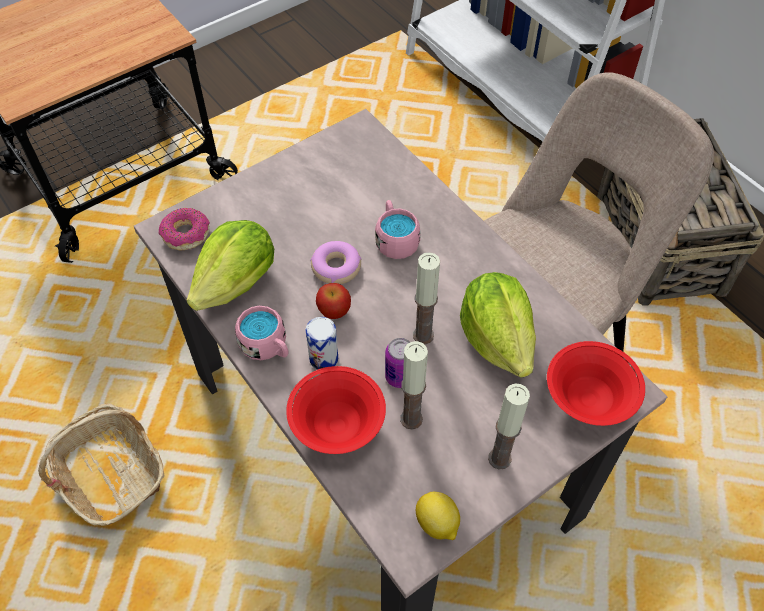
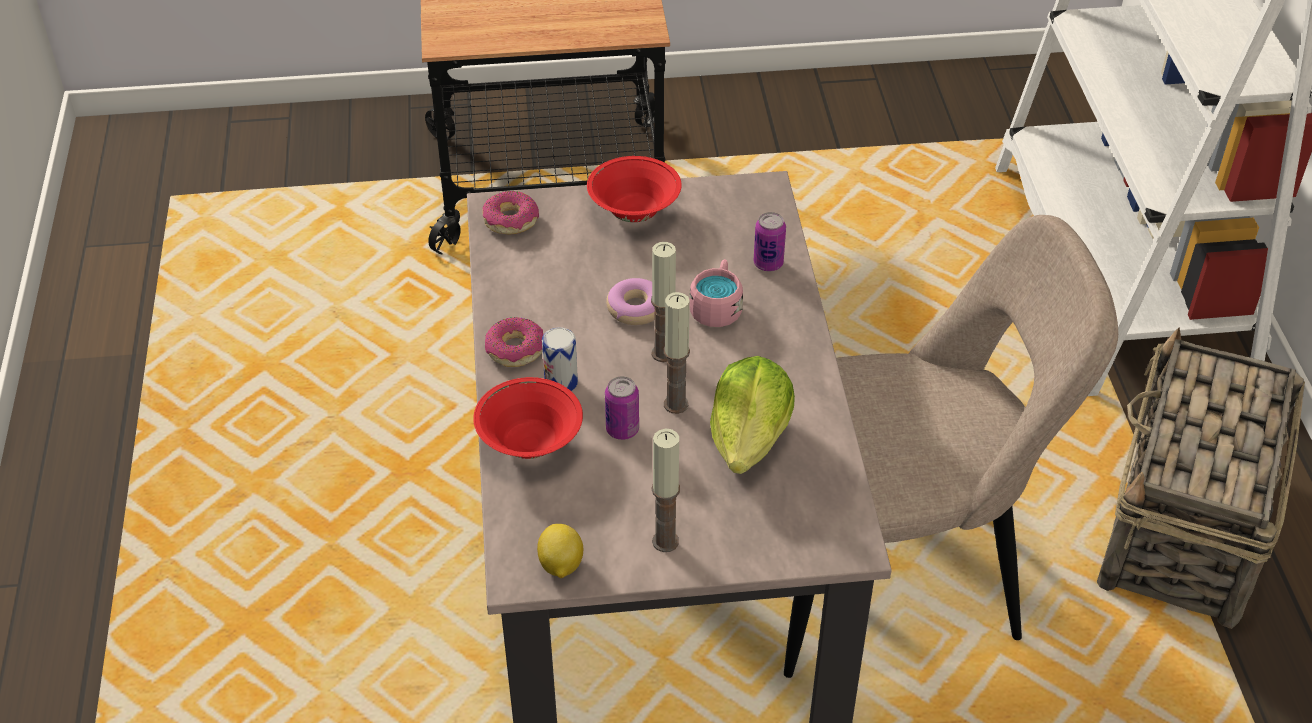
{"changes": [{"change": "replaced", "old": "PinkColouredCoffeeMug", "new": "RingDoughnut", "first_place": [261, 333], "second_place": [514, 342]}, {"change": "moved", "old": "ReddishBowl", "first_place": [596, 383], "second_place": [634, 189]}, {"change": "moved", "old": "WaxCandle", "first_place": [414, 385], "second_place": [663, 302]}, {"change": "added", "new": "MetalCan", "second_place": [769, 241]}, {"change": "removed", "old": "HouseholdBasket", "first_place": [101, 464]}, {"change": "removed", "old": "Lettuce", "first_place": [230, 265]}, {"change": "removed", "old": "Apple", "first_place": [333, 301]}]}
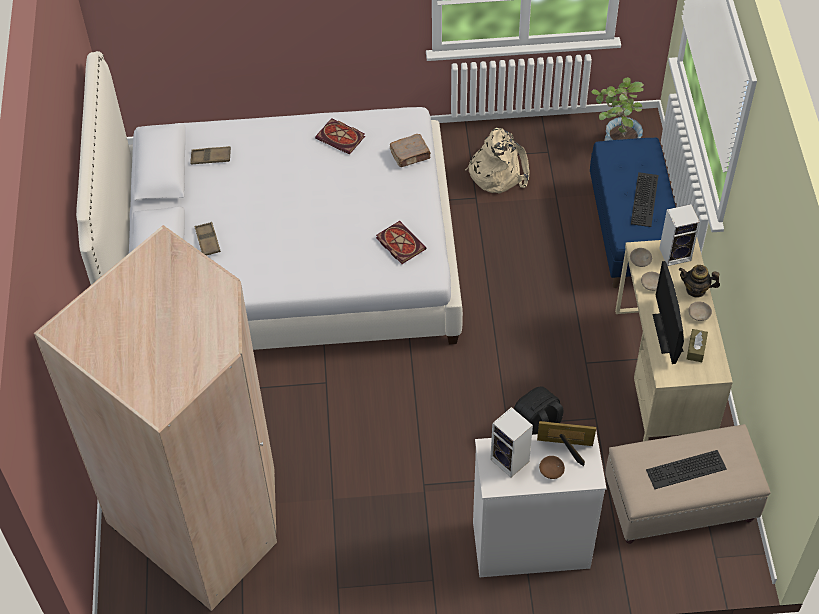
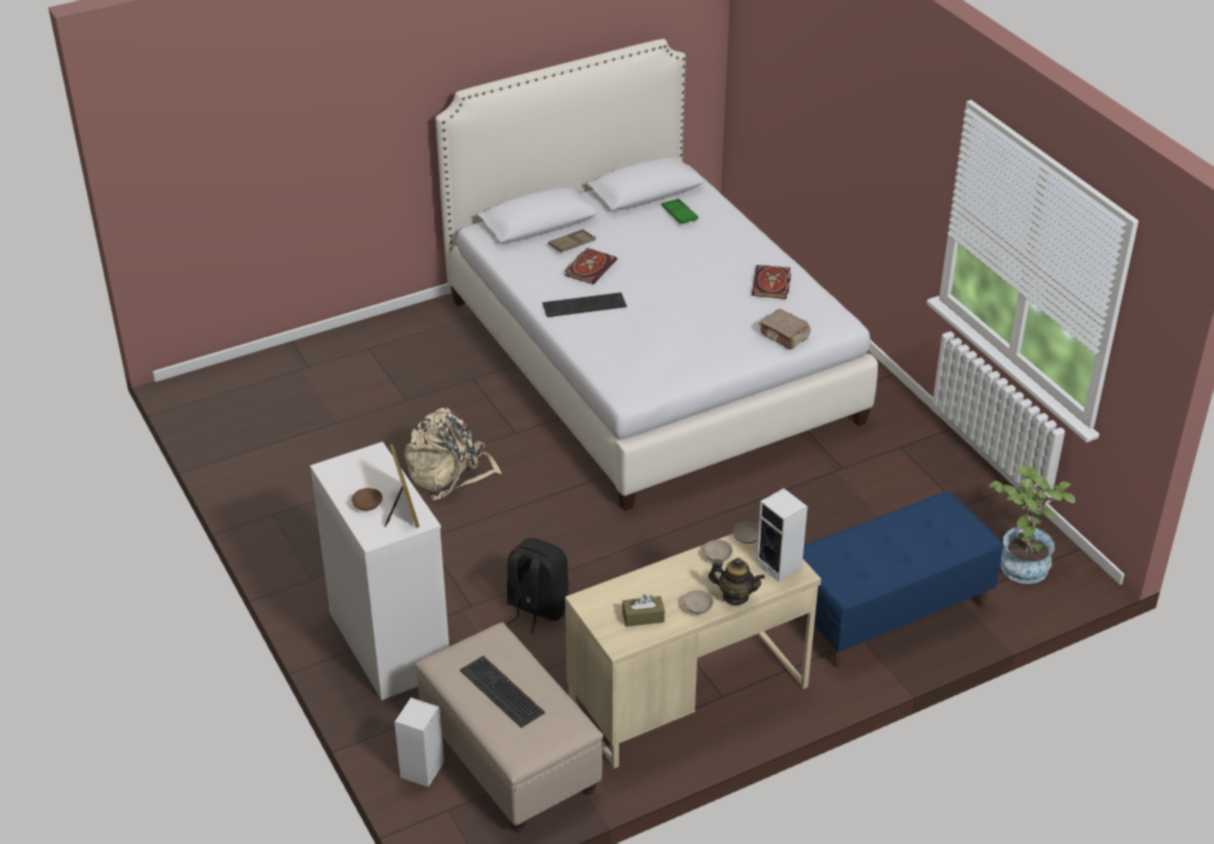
{"changes": [{"change": "moved", "old": "Loudspeaker", "first_place": [511, 442], "second_place": [419, 742]}, {"change": "moved", "old": "BeigeKnapsack", "first_place": [497, 160], "second_place": [453, 454]}, {"change": "moved", "old": "PcKeyboard", "first_place": [644, 199], "second_place": [584, 304]}, {"change": "moved", "old": "BoundBook", "first_place": [401, 242], "second_place": [590, 266]}, {"change": "recoloured", "old": "BrownServingTray", "new": "GreenishServingTray", "first_place": [210, 155], "second_place": [679, 211]}, {"change": "turned", "old": "TeaPot", "first_place": [699, 281], "second_place": [736, 581], "degrees": 120}, {"change": "removed", "old": "BeigeArmoire", "first_place": [155, 418]}, {"change": "removed", "old": "Monitor", "first_place": [668, 312]}]}
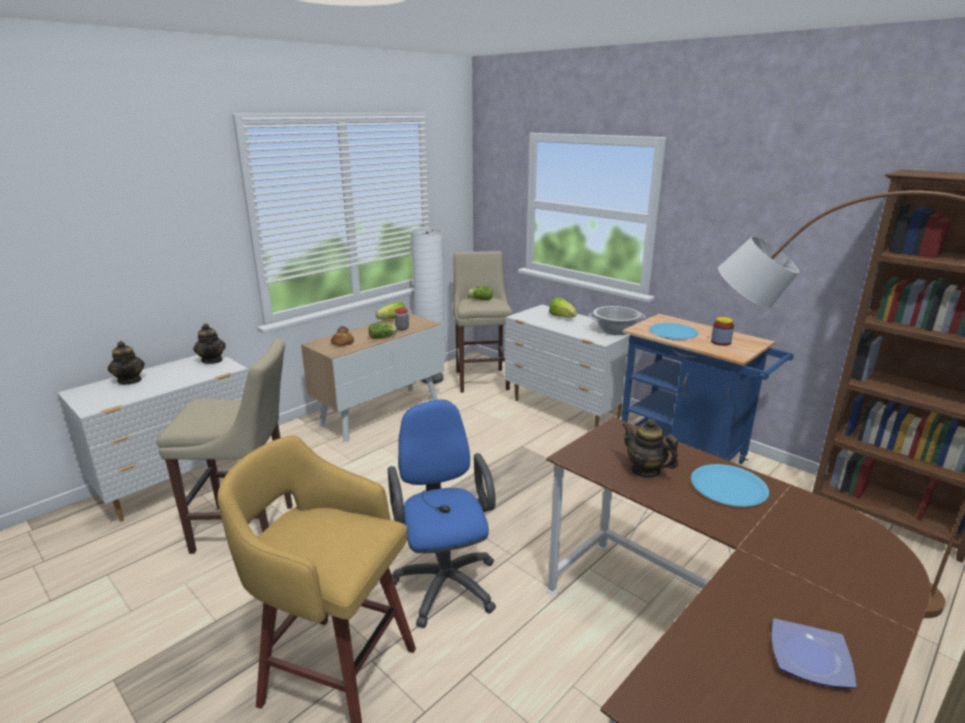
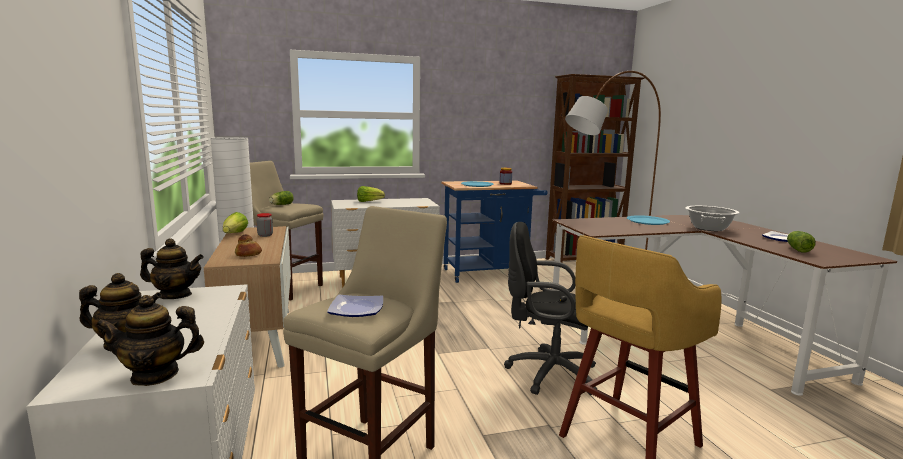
{"changes": [{"change": "moved", "old": "TeaPot", "first_place": [651, 449], "second_place": [149, 340]}, {"change": "added", "new": "FlatDish", "second_place": [355, 306]}, {"change": "recoloured", "old": "BlueColouredComputerChair", "new": "BlackishComputerChair", "first_place": [442, 514], "second_place": [550, 308]}, {"change": "moved", "old": "Stockpot", "first_place": [617, 320], "second_place": [712, 218]}, {"change": "moved", "old": "Lettuce", "first_place": [383, 331], "second_place": [801, 242]}]}
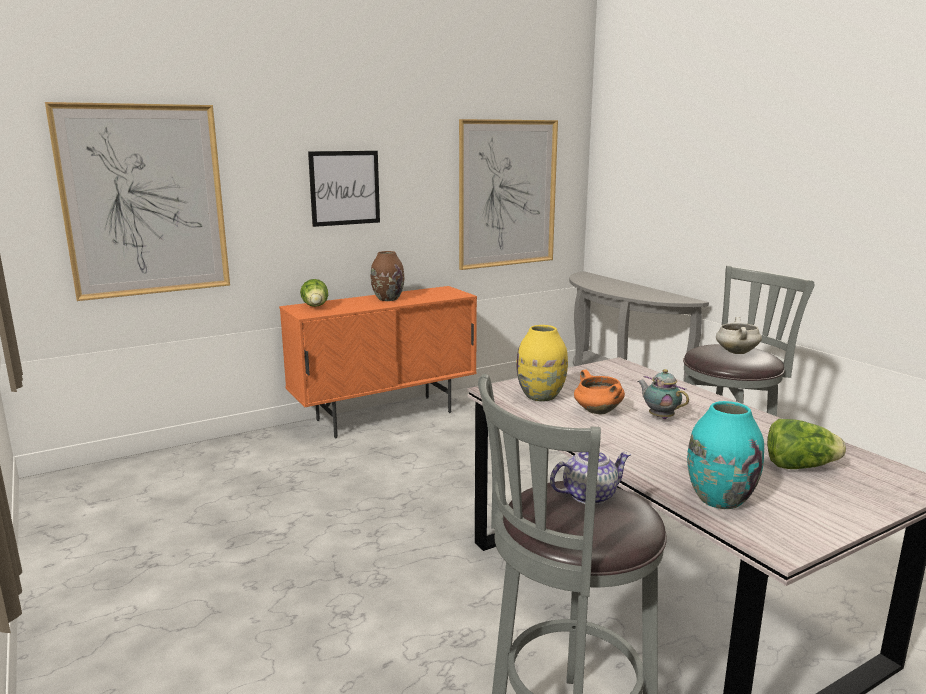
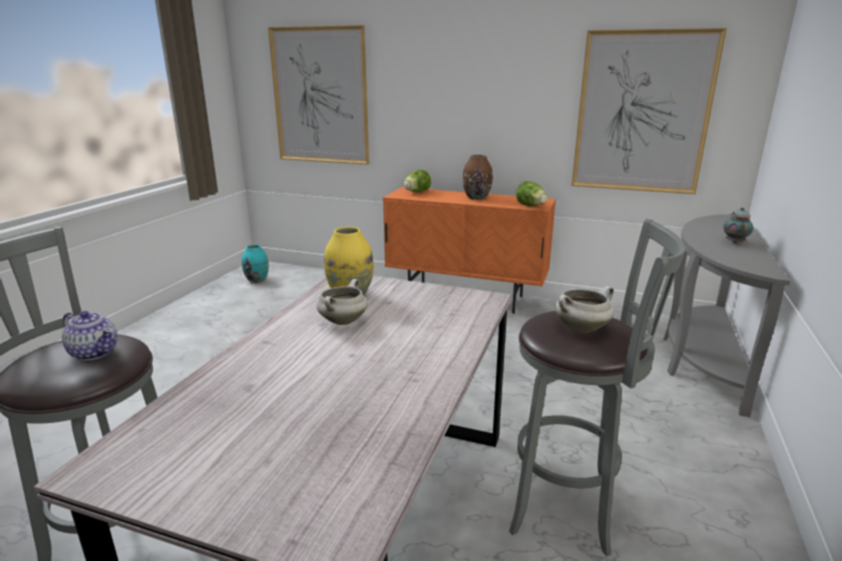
{"changes": [{"change": "moved", "old": "BlueGreenFlowerVase", "first_place": [725, 455], "second_place": [255, 264]}, {"change": "recoloured", "old": "OrangeyStockpot", "new": "WhitishStockpot", "first_place": [599, 392], "second_place": [342, 302]}, {"change": "moved", "old": "Lettuce", "first_place": [806, 444], "second_place": [531, 193]}, {"change": "moved", "old": "TeaPot", "first_place": [663, 394], "second_place": [738, 225]}, {"change": "removed", "old": "Picture", "first_place": [344, 189]}]}
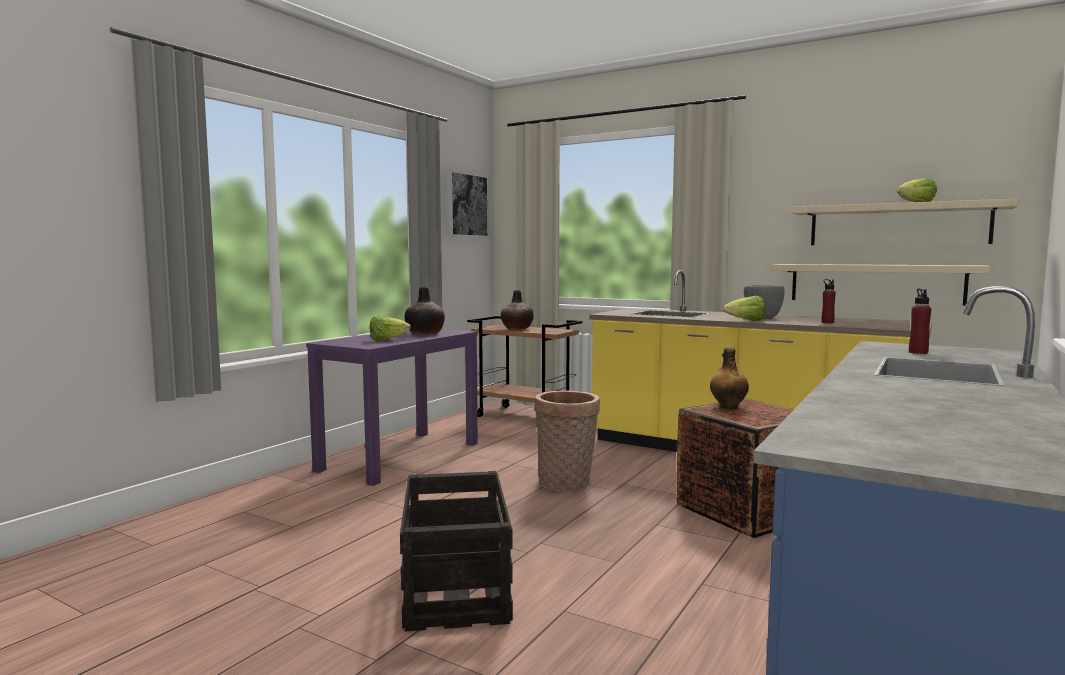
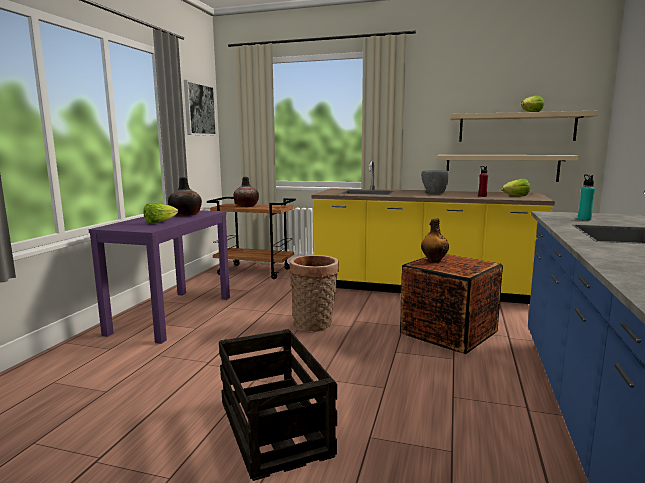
{"changes": [{"change": "moved", "old": "Lettuce", "first_place": [744, 308], "second_place": [515, 187]}, {"change": "recoloured", "old": "ReddishDrinkBottle", "new": "BlueGreenDrinkBottle", "first_place": [920, 321], "second_place": [586, 198]}]}
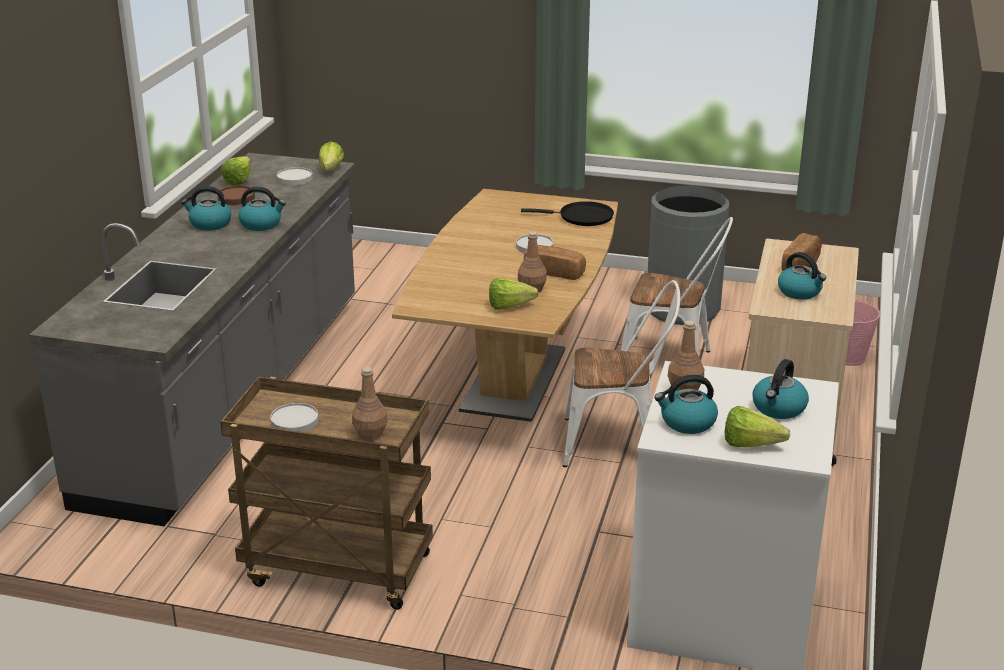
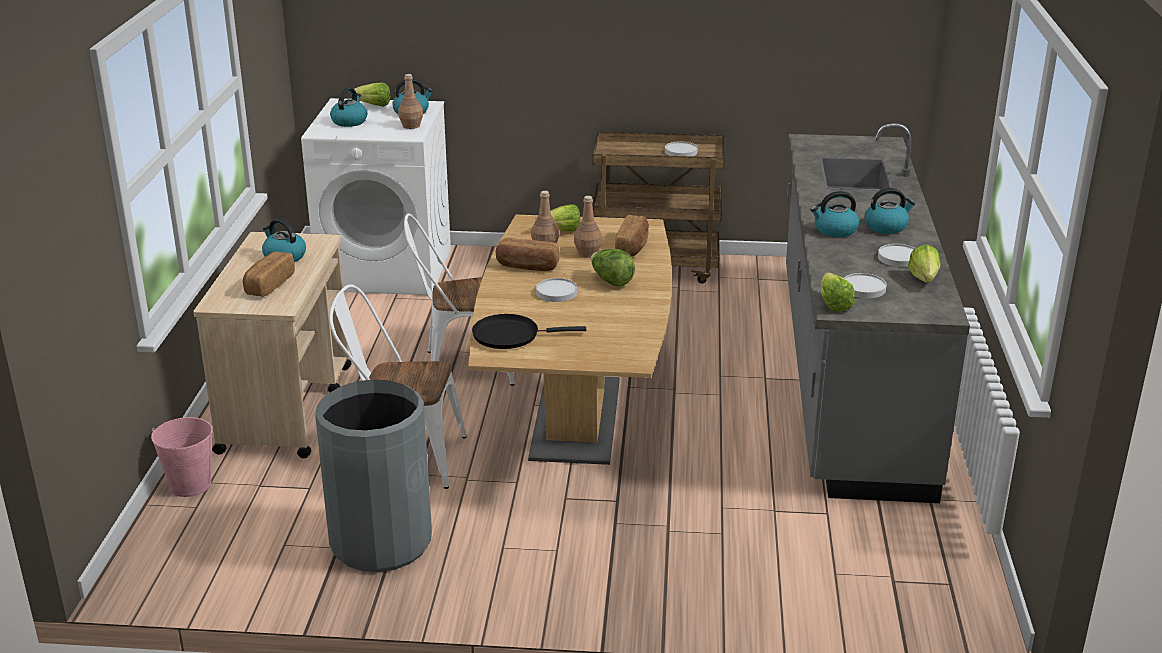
{"changes": [{"change": "moved", "old": "BrownDrinkBottle", "first_place": [369, 404], "second_place": [588, 226]}, {"change": "added", "new": "Lettuce", "second_place": [613, 267]}, {"change": "added", "new": "BakedBread", "second_place": [632, 236]}, {"change": "recoloured", "old": "BrownFlatDish", "new": "WhitishFlatDish", "first_place": [236, 195], "second_place": [896, 255]}]}
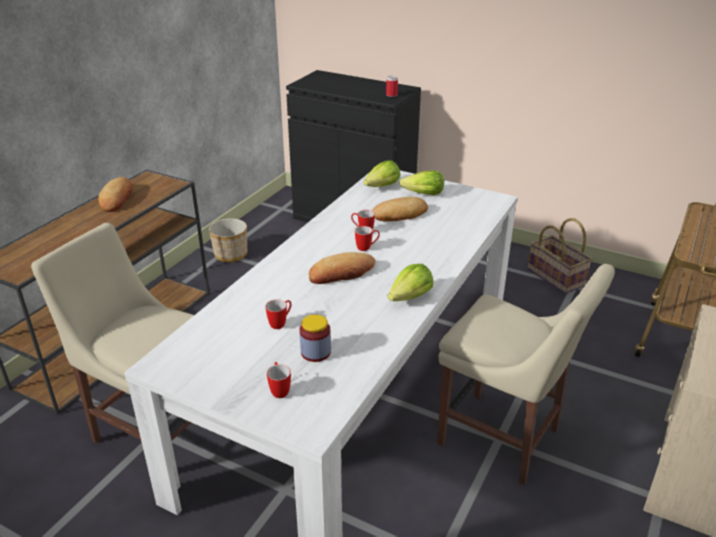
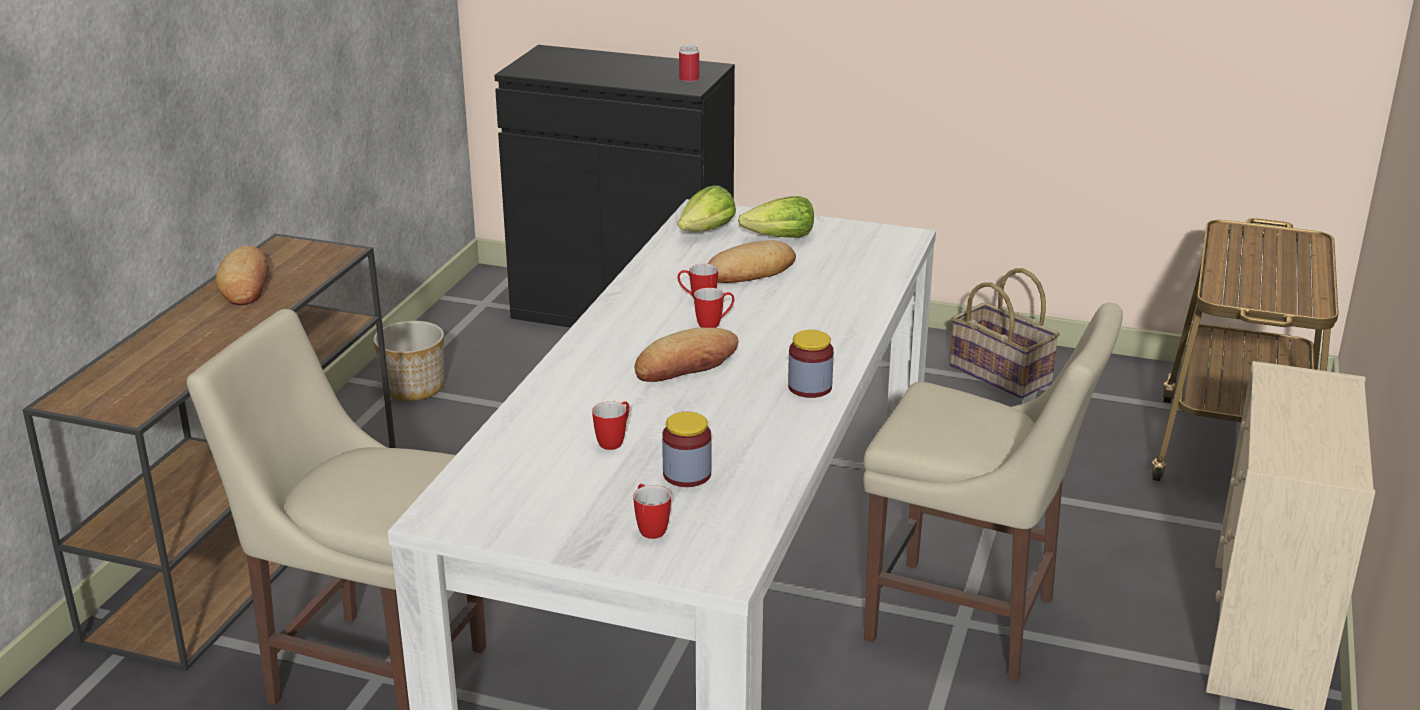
{"changes": [{"change": "replaced", "old": "Lettuce", "new": "StorageJar", "first_place": [410, 282], "second_place": [811, 364]}]}
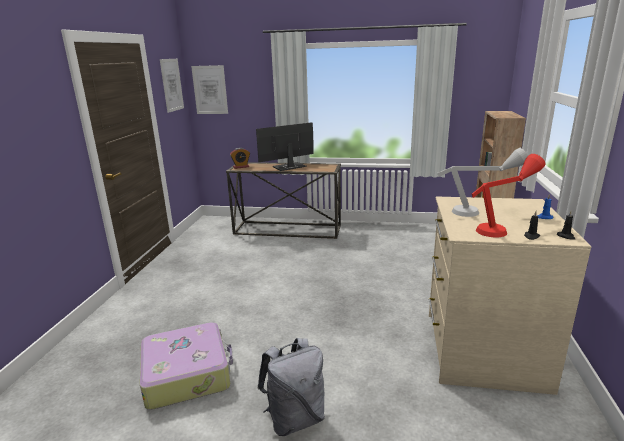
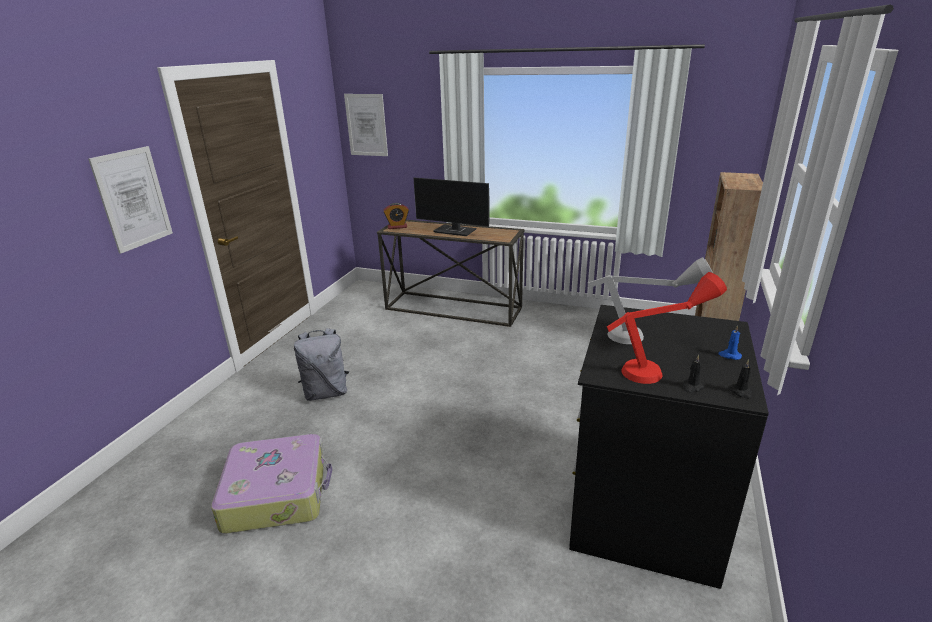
{"changes": [{"change": "moved", "old": "Picture", "first_place": [172, 86], "second_place": [130, 200]}, {"change": "moved", "old": "GreyishKnapsack", "first_place": [291, 387], "second_place": [321, 364]}, {"change": "turned", "old": "Monitor", "first_place": [285, 146], "second_place": [451, 207], "degrees": -135}, {"change": "recoloured", "old": "BeigeDrawerChest", "new": "BlackishDrawerChest", "first_place": [510, 296], "second_place": [669, 447]}]}
